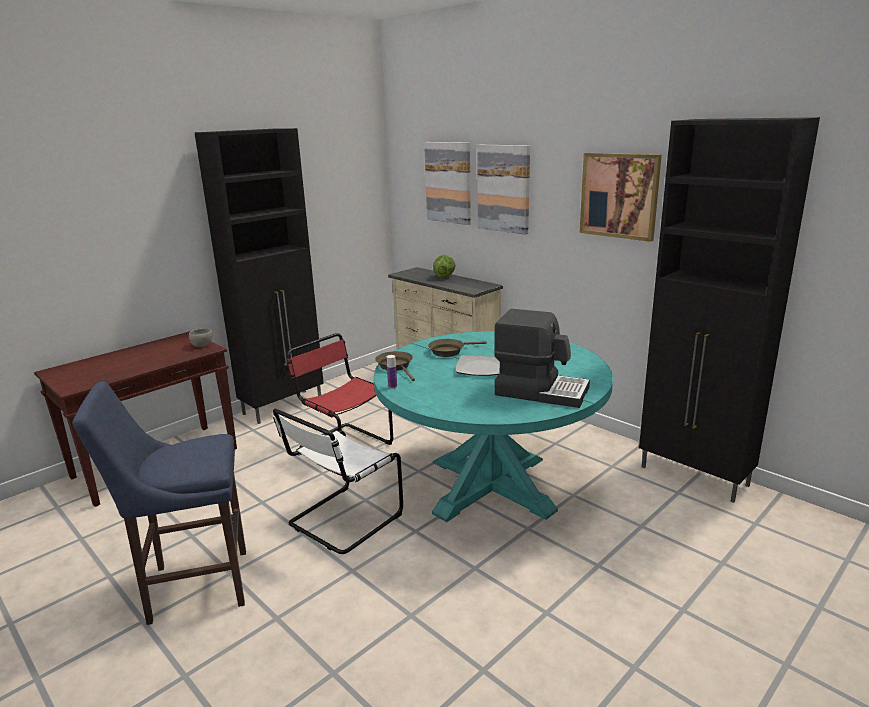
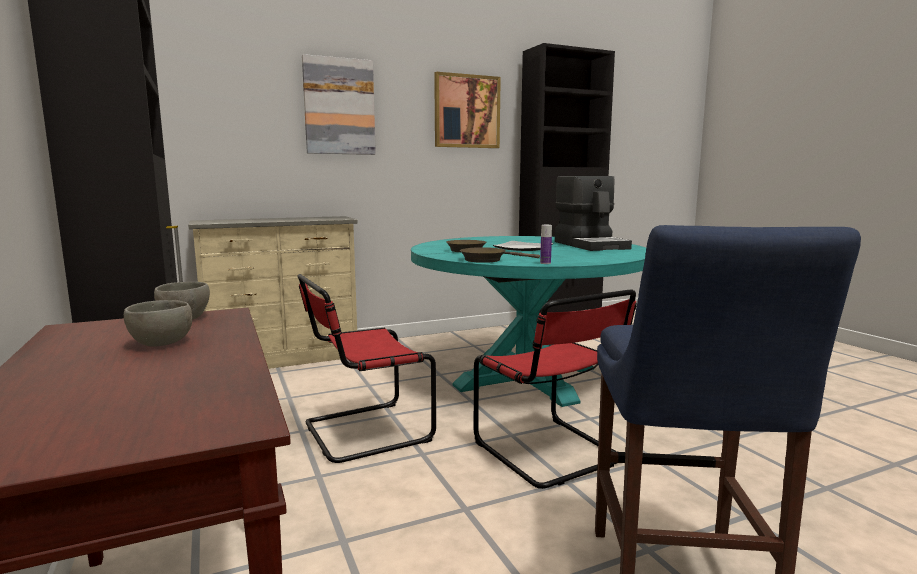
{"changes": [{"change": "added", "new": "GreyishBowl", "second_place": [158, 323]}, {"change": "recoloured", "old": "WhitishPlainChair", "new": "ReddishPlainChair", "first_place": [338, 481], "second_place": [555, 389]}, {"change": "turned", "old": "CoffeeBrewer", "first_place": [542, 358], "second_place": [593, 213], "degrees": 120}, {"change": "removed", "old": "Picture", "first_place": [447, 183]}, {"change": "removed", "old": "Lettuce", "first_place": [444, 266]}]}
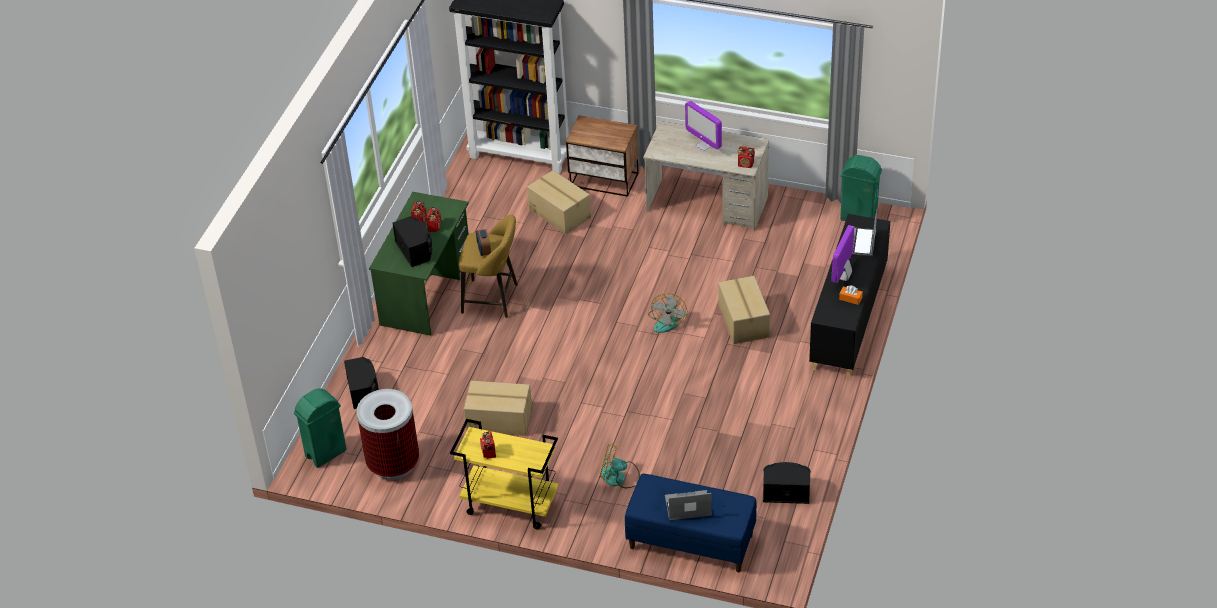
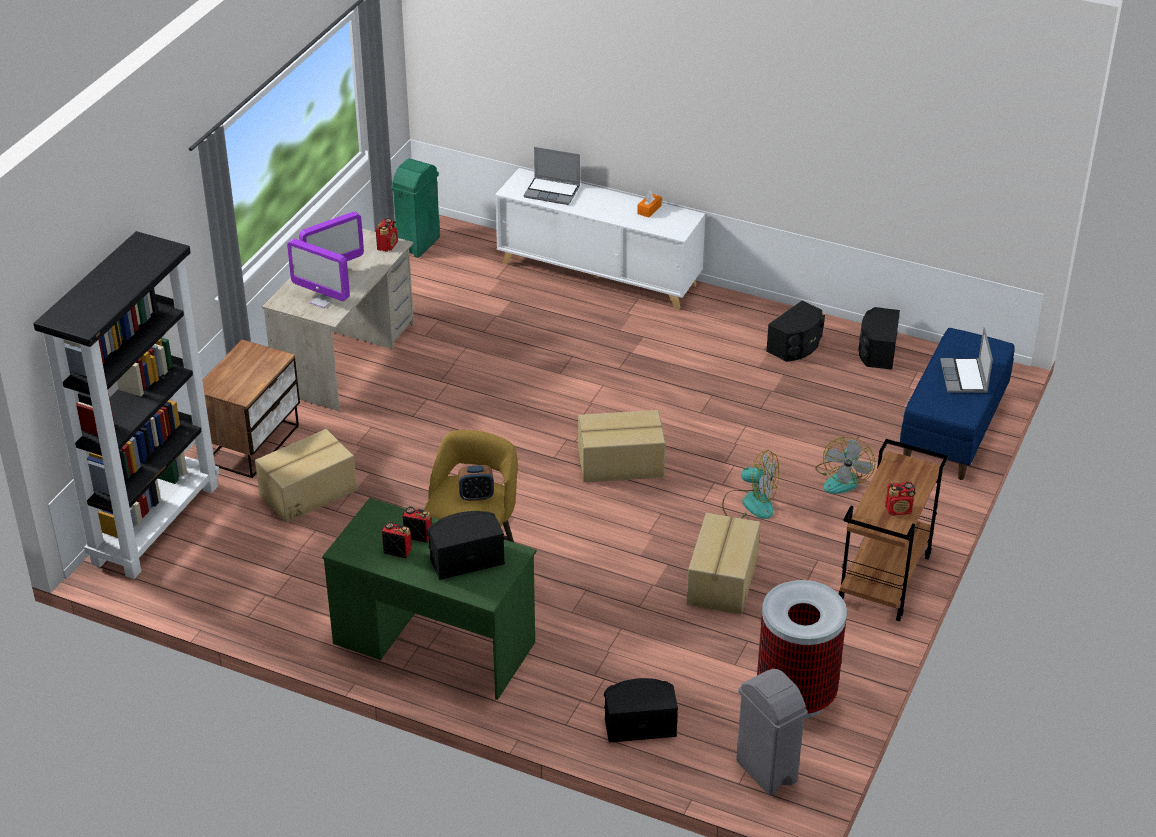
{"changes": [{"change": "moved", "old": "Monitor", "first_place": [842, 254], "second_place": [318, 273]}, {"change": "recoloured", "old": "BlackishCupboard", "new": "WhitishCupboard", "first_place": [849, 295], "second_place": [600, 239]}, {"change": "moved", "old": "CardboardBox", "first_place": [744, 310], "second_place": [621, 446]}, {"change": "moved", "old": "CoolingFan", "first_place": [667, 313], "second_place": [750, 484]}, {"change": "recoloured", "old": "GreenishTrashCan", "new": "GreyishTrashCan", "first_place": [320, 428], "second_place": [772, 732]}, {"change": "added", "new": "BlackishLoudspeaker", "second_place": [795, 331]}, {"change": "recoloured", "old": "YellowishCart", "new": "BrownCart", "first_place": [504, 474], "second_place": [893, 530]}]}
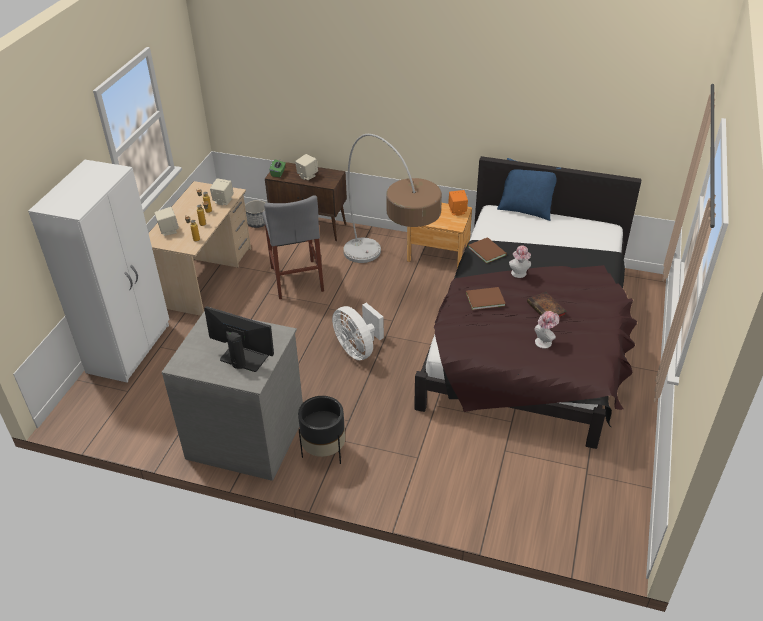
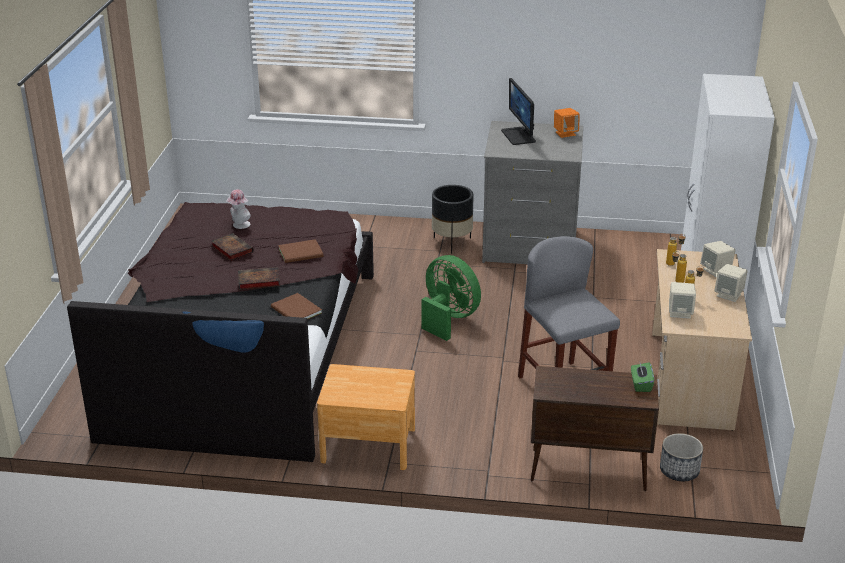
{"changes": [{"change": "replaced", "old": "ClothingHat", "new": "BoundBook", "first_place": [520, 261], "second_place": [259, 278]}, {"change": "recoloured", "old": "WhitishCoolingFan", "new": "GreenishCoolingFan", "first_place": [358, 331], "second_place": [451, 298]}, {"change": "turned", "old": "Monitor", "first_place": [239, 339], "second_place": [518, 111], "degrees": 60}, {"change": "moved", "old": "OrangeyLoudspeaker", "first_place": [458, 203], "second_place": [567, 123]}, {"change": "moved", "old": "BeigeLoudspeaker", "first_place": [306, 167], "second_place": [731, 283]}, {"change": "removed", "old": "StandingLamp", "first_place": [392, 198]}]}
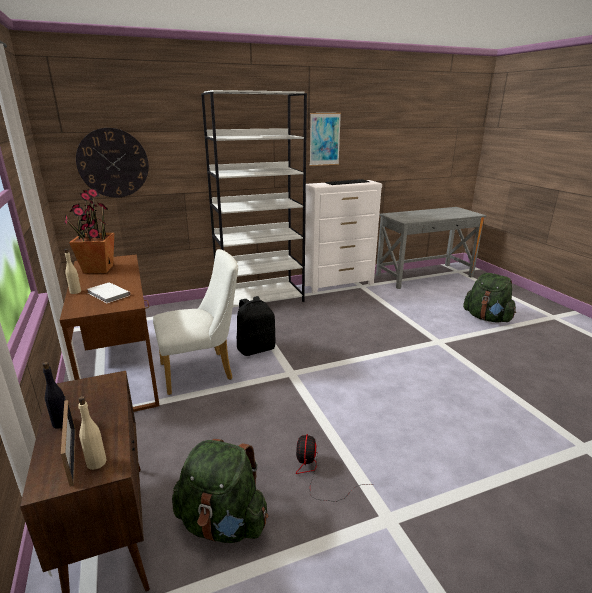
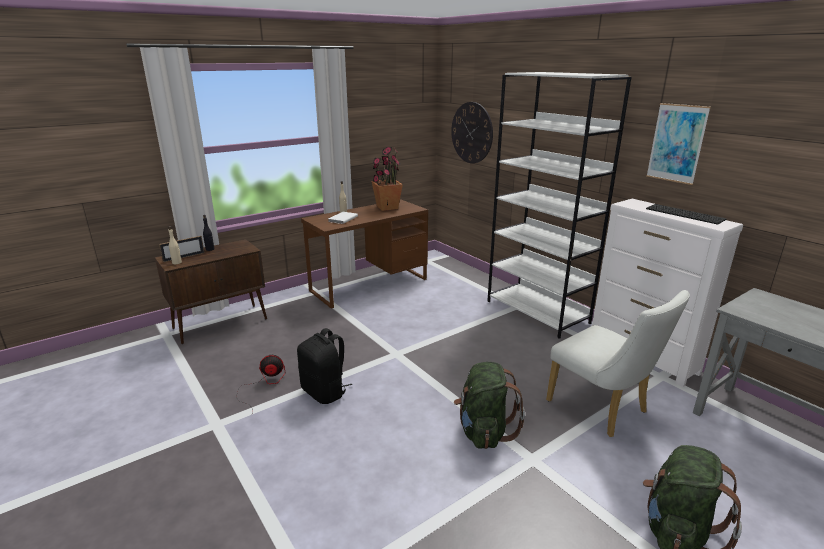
{"changes": [{"change": "moved", "old": "BlackishKnapsack", "first_place": [256, 326], "second_place": [324, 366]}, {"change": "moved", "old": "GreenishKnapsack", "first_place": [220, 491], "second_place": [489, 405]}, {"change": "moved", "old": "WhitishPlainChair", "first_place": [195, 322], "second_place": [618, 363]}]}
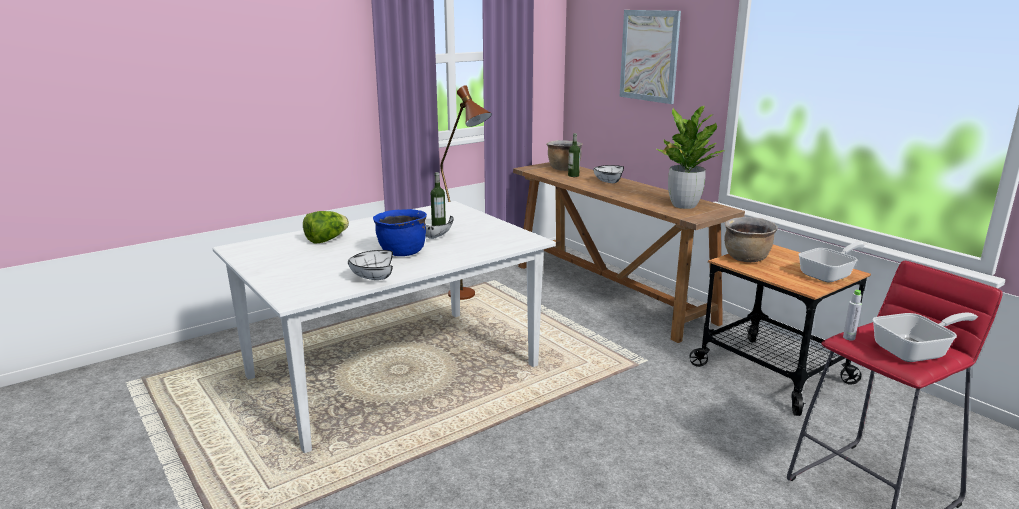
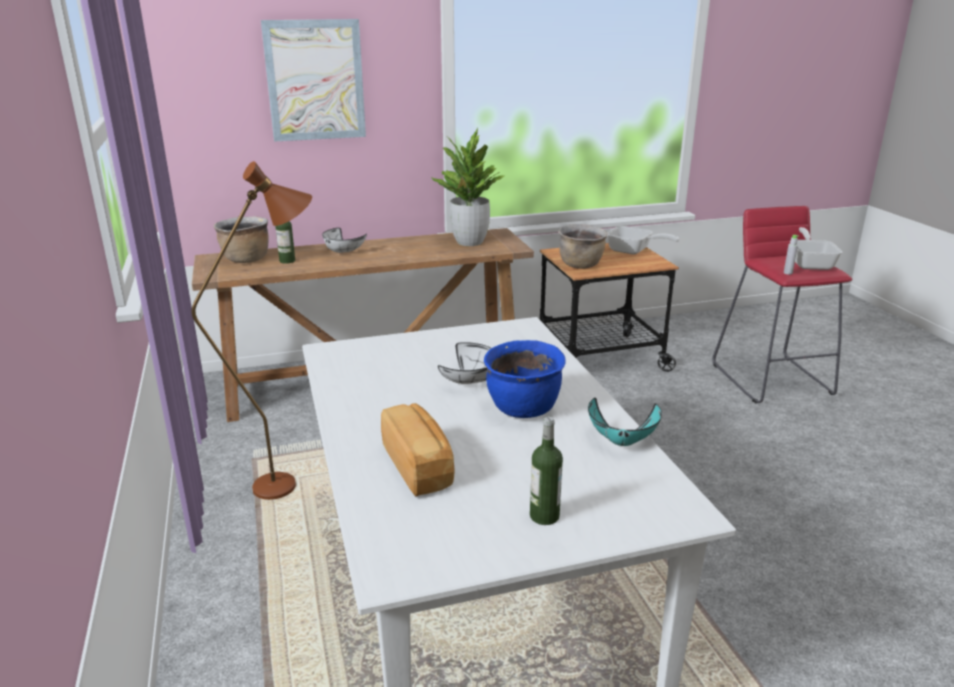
{"changes": [{"change": "replaced", "old": "Lettuce", "new": "BakedBread", "first_place": [326, 227], "second_place": [418, 450]}, {"change": "moved", "old": "DrinkBottle", "first_place": [438, 199], "second_place": [546, 470]}, {"change": "recoloured", "old": "WhitishBowl", "new": "BlueGreenBowl", "first_place": [370, 265], "second_place": [625, 422]}, {"change": "turned", "old": "FryingPan", "first_place": [831, 263], "second_place": [643, 240], "degrees": 135}]}
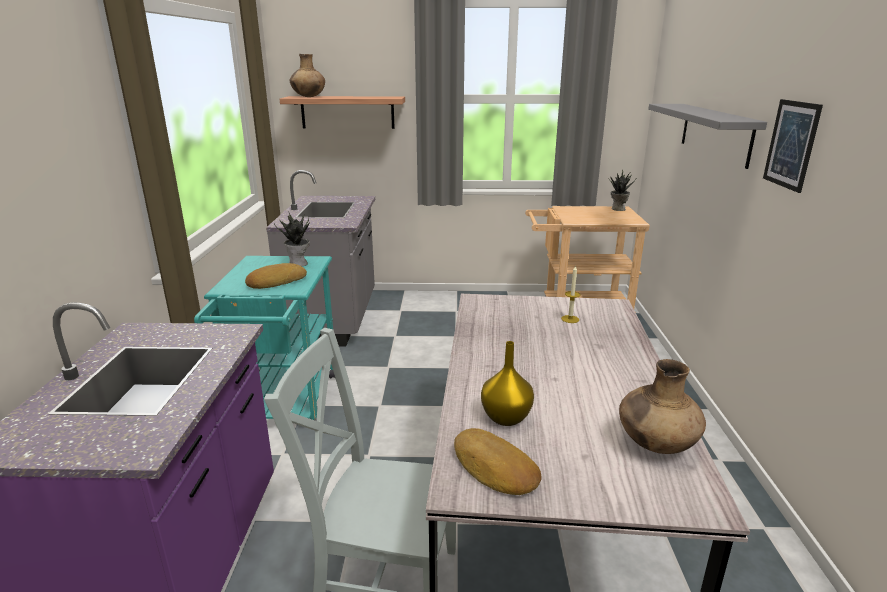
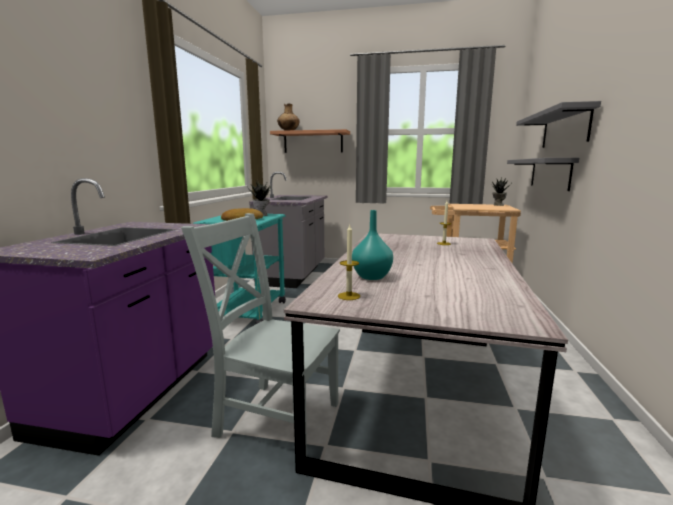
{"changes": [{"change": "replaced", "old": "BakedBread", "new": "WaxCandle", "first_place": [497, 461], "second_place": [349, 262]}, {"change": "recoloured", "old": "YellowishFlowerVase", "new": "BlueGreenFlowerVase", "first_place": [507, 383], "second_place": [372, 245]}, {"change": "added", "new": "GreyishBracketShelf", "second_place": [543, 174]}, {"change": "removed", "old": "BrownFlowerVase", "first_place": [662, 406]}, {"change": "removed", "old": "Picture", "first_place": [793, 146]}]}
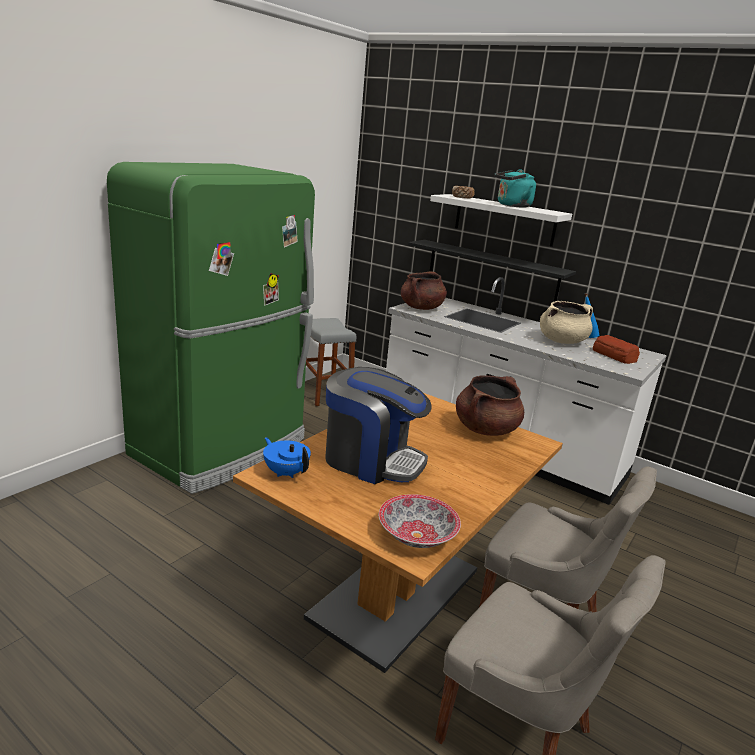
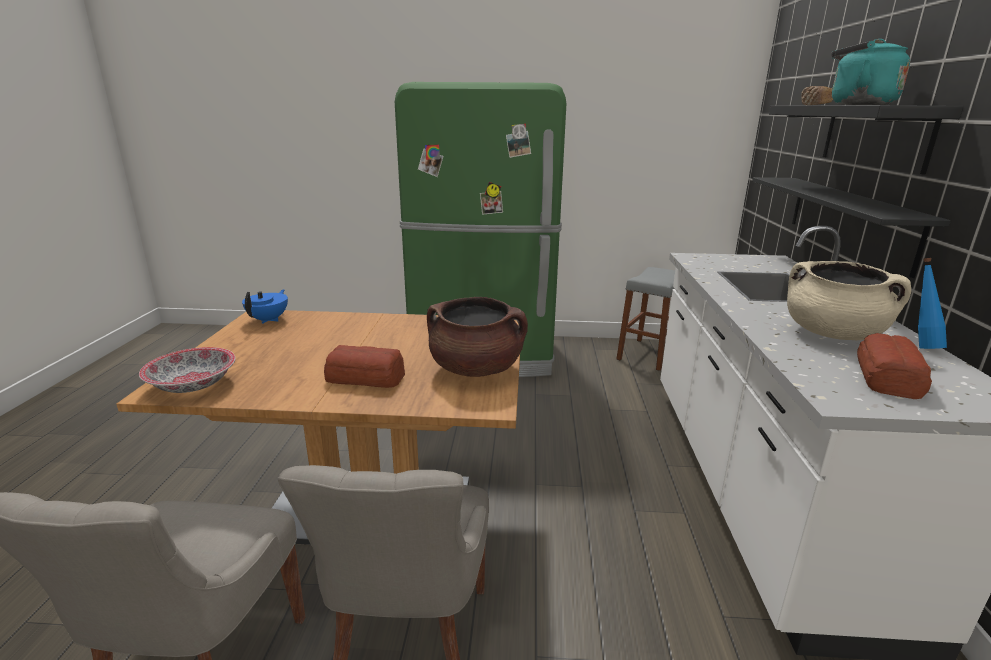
{"changes": [{"change": "added", "new": "BakedBread", "second_place": [364, 366]}, {"change": "recoloured", "old": "WhitishBracketShelf", "new": "BlackishBracketShelf", "first_place": [501, 220], "second_place": [866, 140]}, {"change": "removed", "old": "CoffeeBrewer", "first_place": [378, 425]}, {"change": "removed", "old": "BrownStockpot", "first_place": [424, 291]}]}
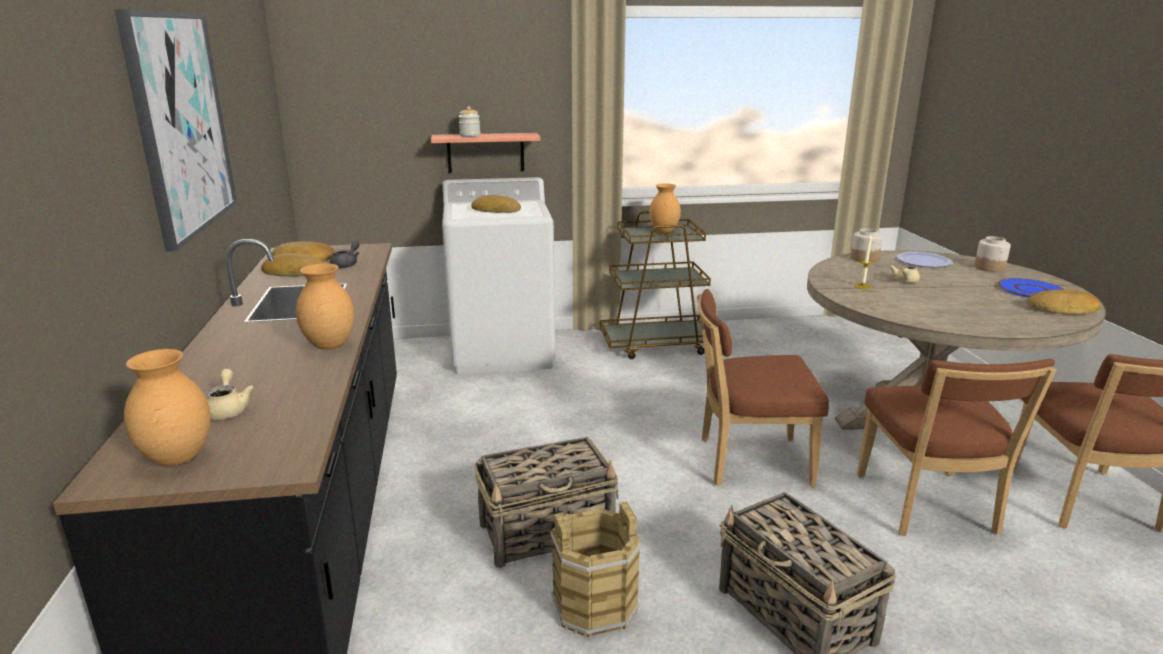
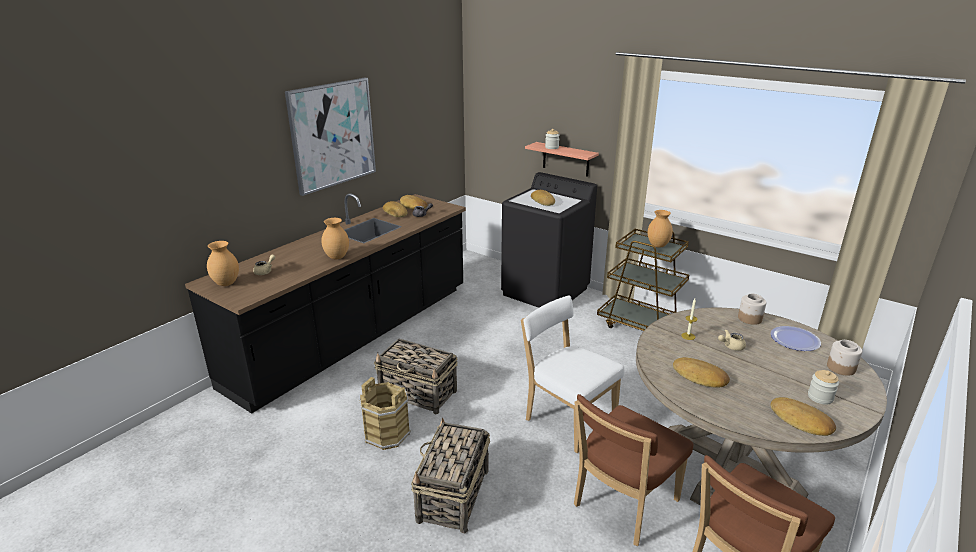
{"changes": [{"change": "recoloured", "old": "WhitishLaundryAppliance", "new": "BlackishLaundryAppliance", "first_place": [498, 275], "second_place": [549, 240]}, {"change": "recoloured", "old": "BrownPlainChair", "new": "WhitishPlainChair", "first_place": [763, 388], "second_place": [572, 374]}, {"change": "added", "new": "BakedBread", "second_place": [701, 372]}, {"change": "replaced", "old": "BlueColouredFlatDish", "new": "StorageJar", "first_place": [1030, 288], "second_place": [823, 387]}]}
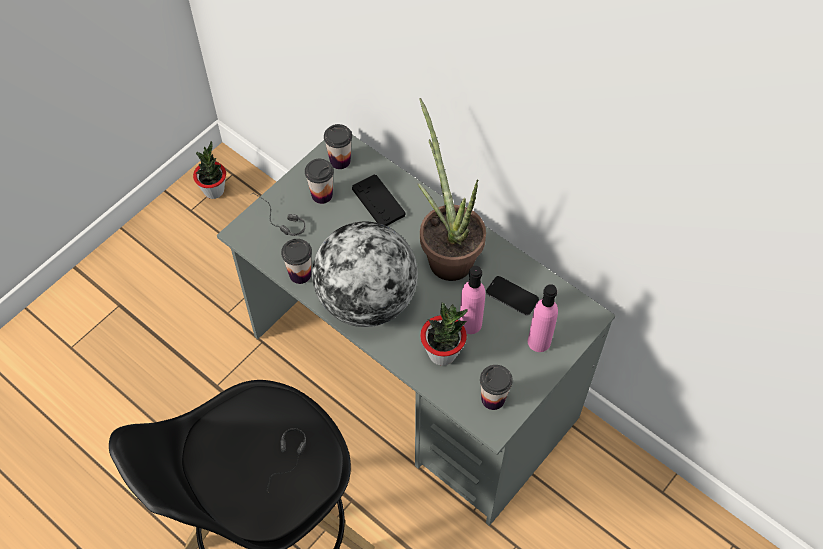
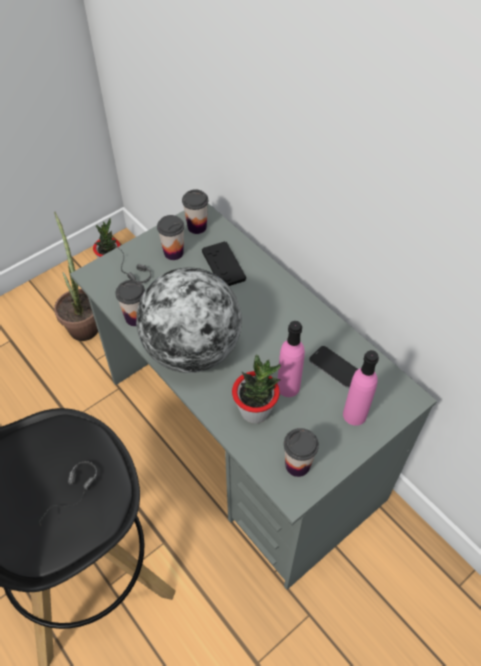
{"changes": [{"change": "moved", "old": "PottedPlant", "first_place": [451, 189], "second_place": [76, 276]}]}
